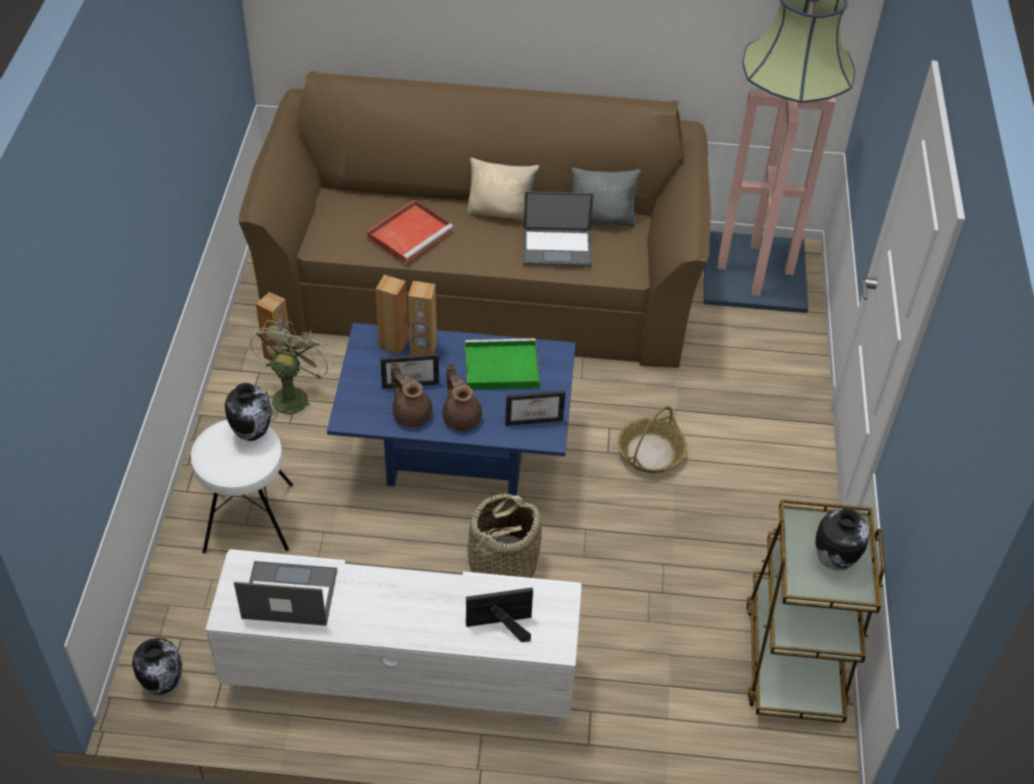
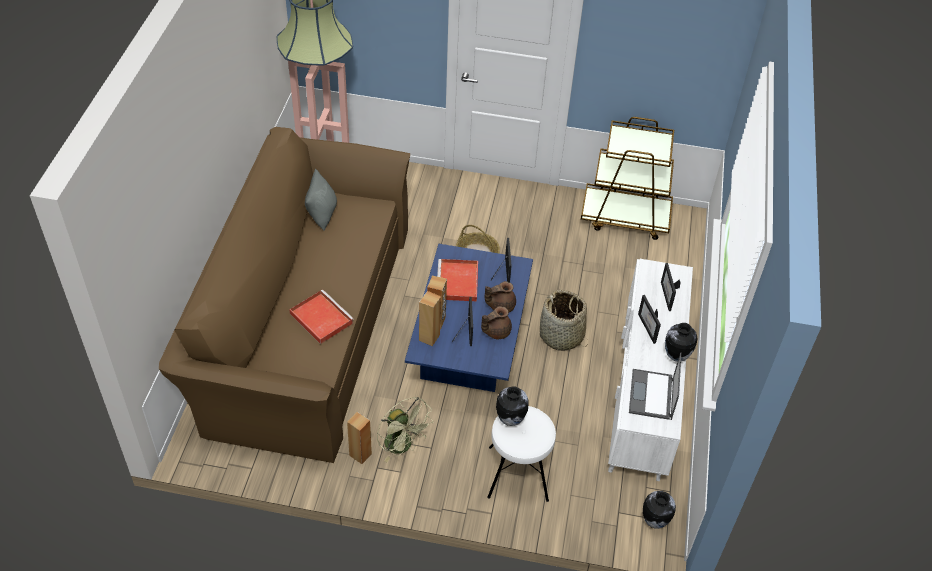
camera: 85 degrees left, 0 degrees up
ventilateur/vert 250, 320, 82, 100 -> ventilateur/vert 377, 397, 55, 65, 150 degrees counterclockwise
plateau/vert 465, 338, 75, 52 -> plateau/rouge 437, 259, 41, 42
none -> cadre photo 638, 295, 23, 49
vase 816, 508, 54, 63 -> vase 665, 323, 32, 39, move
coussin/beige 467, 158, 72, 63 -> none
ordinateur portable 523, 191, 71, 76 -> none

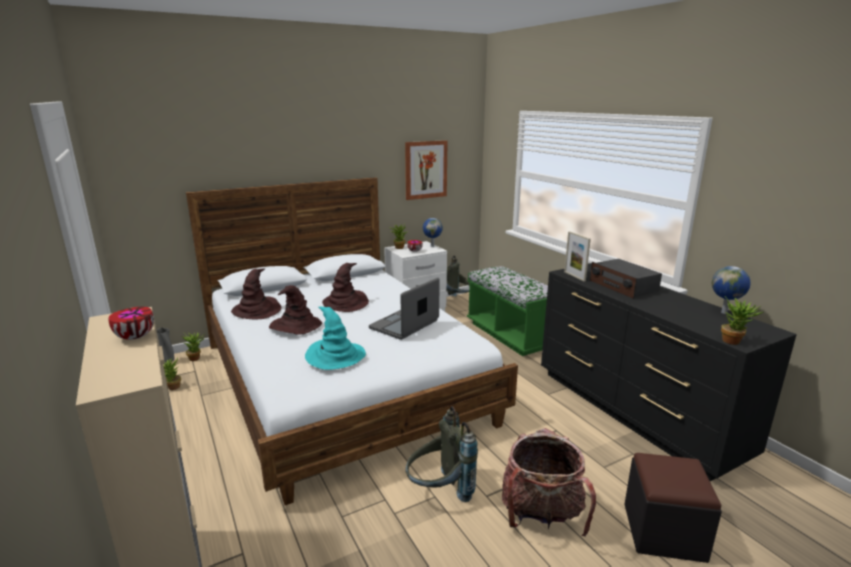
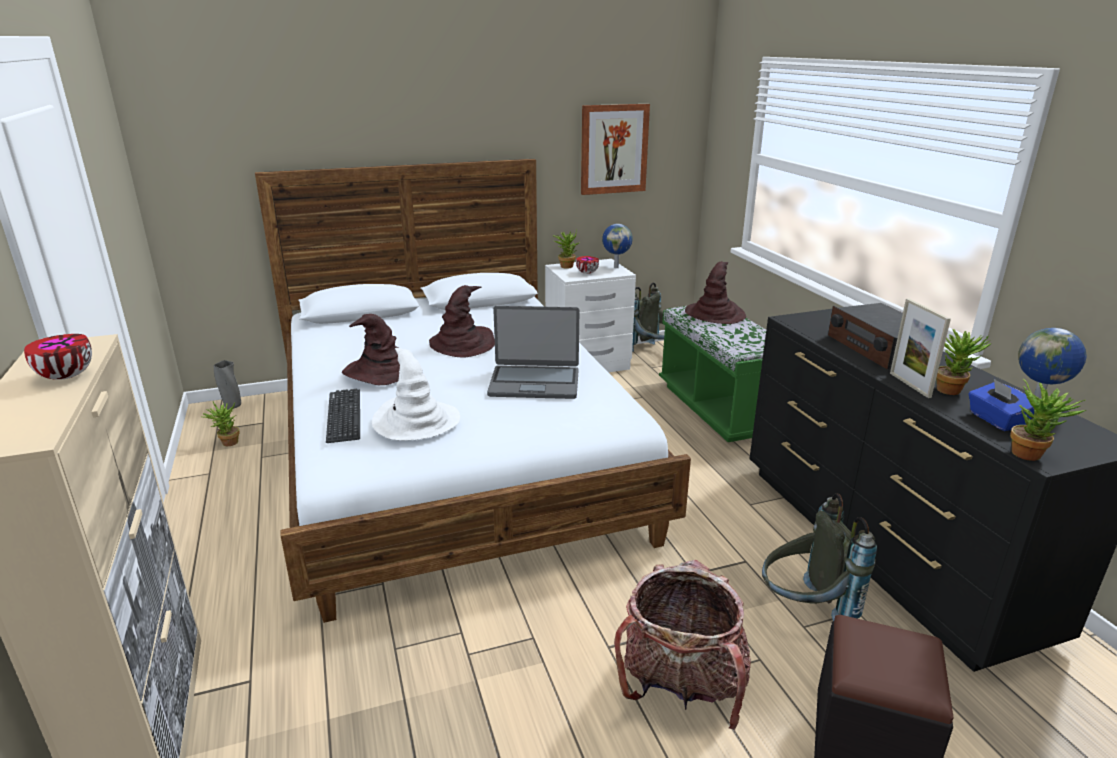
camera: 10 degrees right, 5 degrees up
none -> clavier 326, 389, 34, 54
chapeau/turquoise 305, 307, 61, 63 -> chapeau/blanc 372, 348, 88, 92
ordinateur portable 369, 277, 71, 63 -> ordinateur portable 487, 306, 92, 93, 135 degrees counterclockwise
chapeau/marron 231, 269, 51, 50 -> chapeau/marron 685, 261, 61, 63, move
sac à dos/gris 405, 406, 73, 96 -> sac à dos/gris 762, 493, 115, 128, move
cadre photo 564, 231, 27, 51 -> cadre photo 890, 298, 61, 100, move
plante en pot 182, 333, 23, 28 -> plante en pot 936, 329, 55, 66, move
none -> boîte à mouchoirs/bleu 969, 379, 65, 52

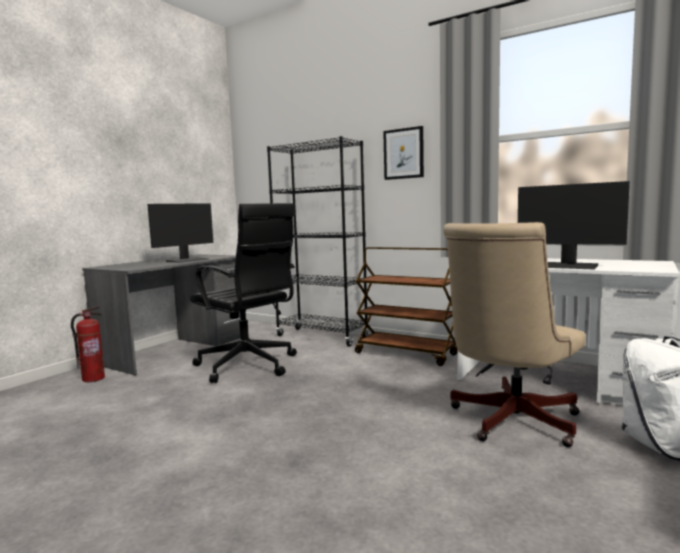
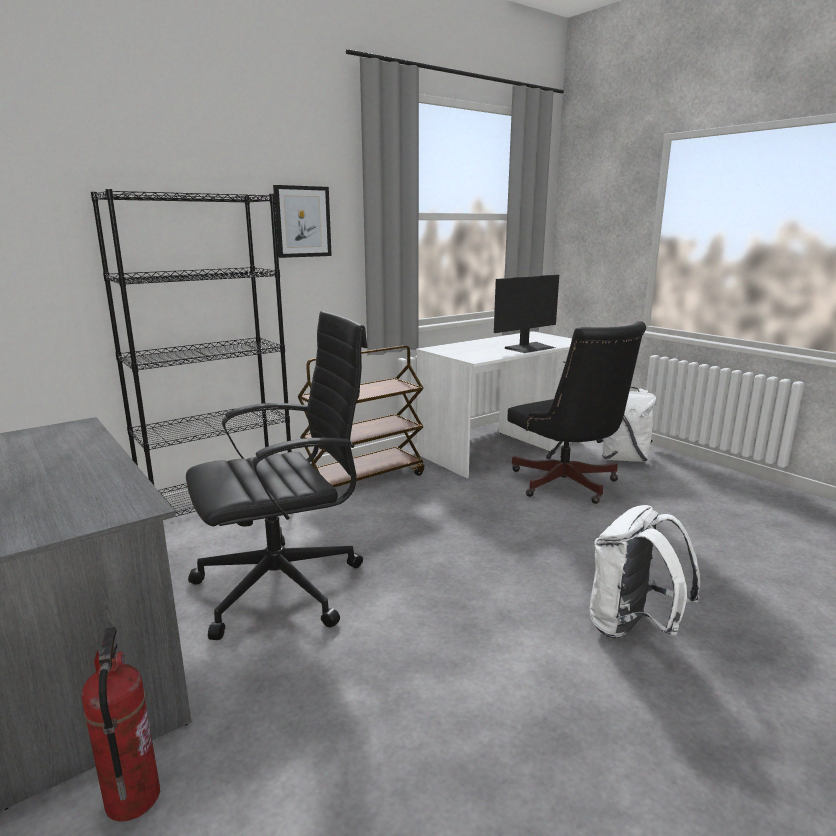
camera: 70 degrees left, 10 degrees up
chaise de bureau/beige 443, 222, 143, 225 -> chaise de bureau/noir 508, 321, 138, 183
none -> sac à dos/blanc 590, 505, 110, 134
écran d'ordinateur 147, 203, 66, 60 -> none

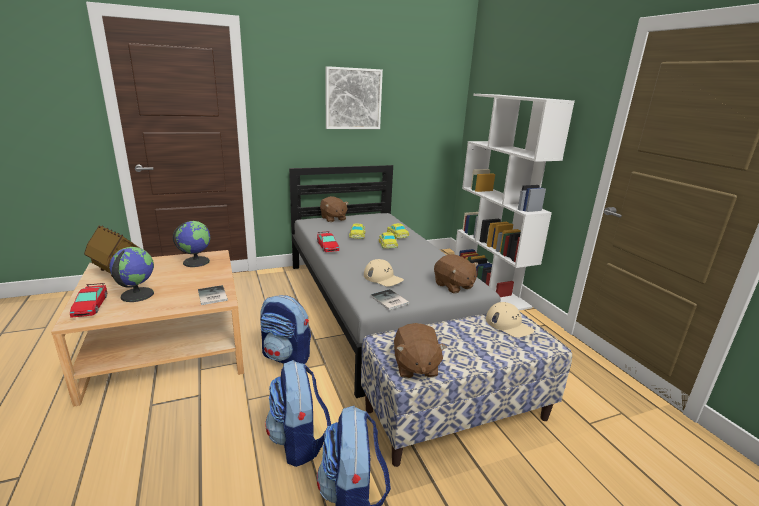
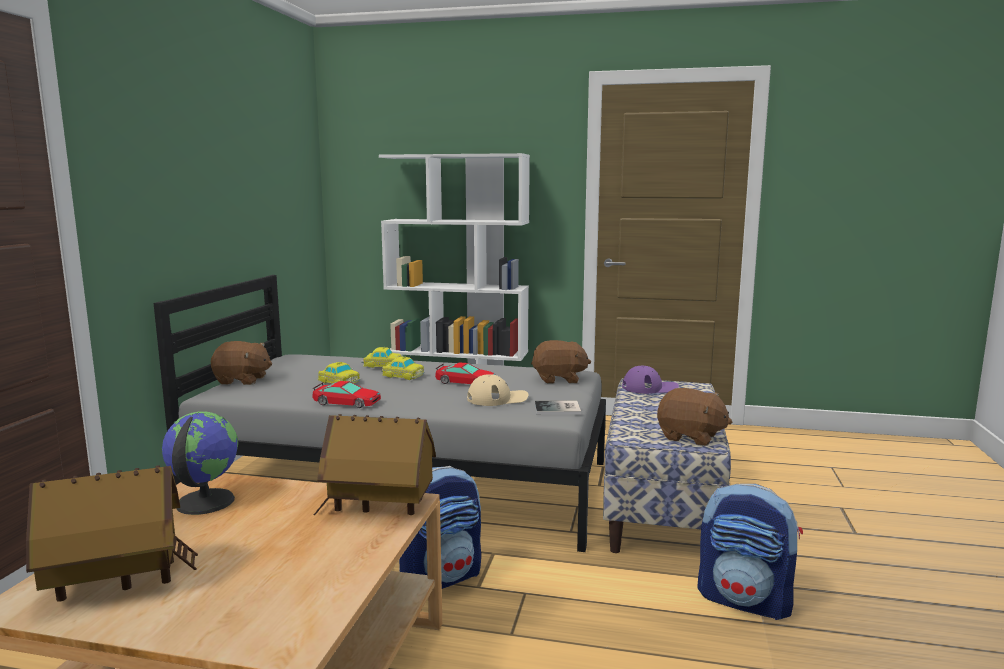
camera: 55 degrees left, 10 degrees down
livre 198, 285, 30, 20 -> maison miniature 314, 414, 122, 101
petite voiture 70, 283, 37, 35 -> petite voiture 435, 363, 61, 21, move
casquette/beige 486, 302, 48, 36 -> casquette/violet 622, 366, 57, 28
globe 110, 247, 44, 55 -> none
sac à dos 265, 360, 66, 107 -> none
tableau 325, 66, 58, 63 -> none

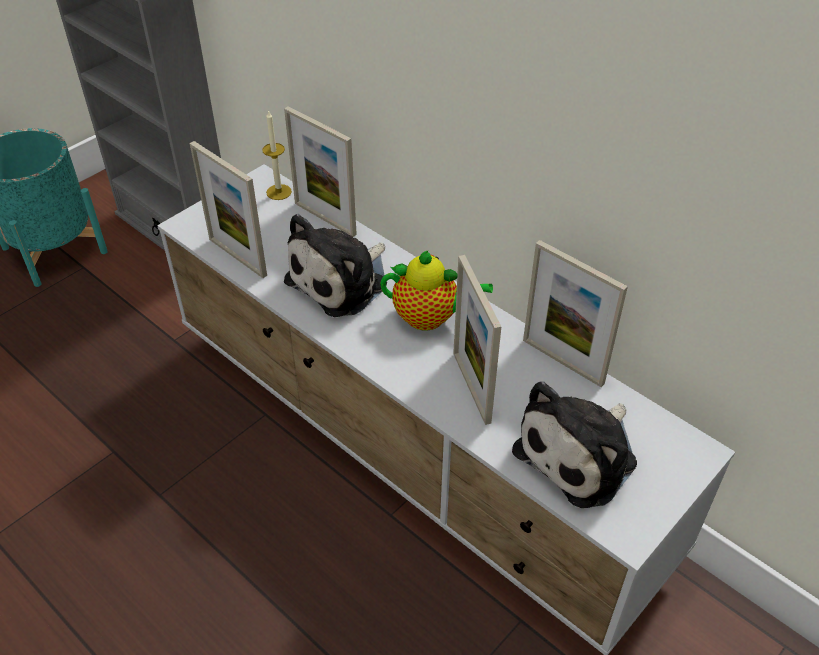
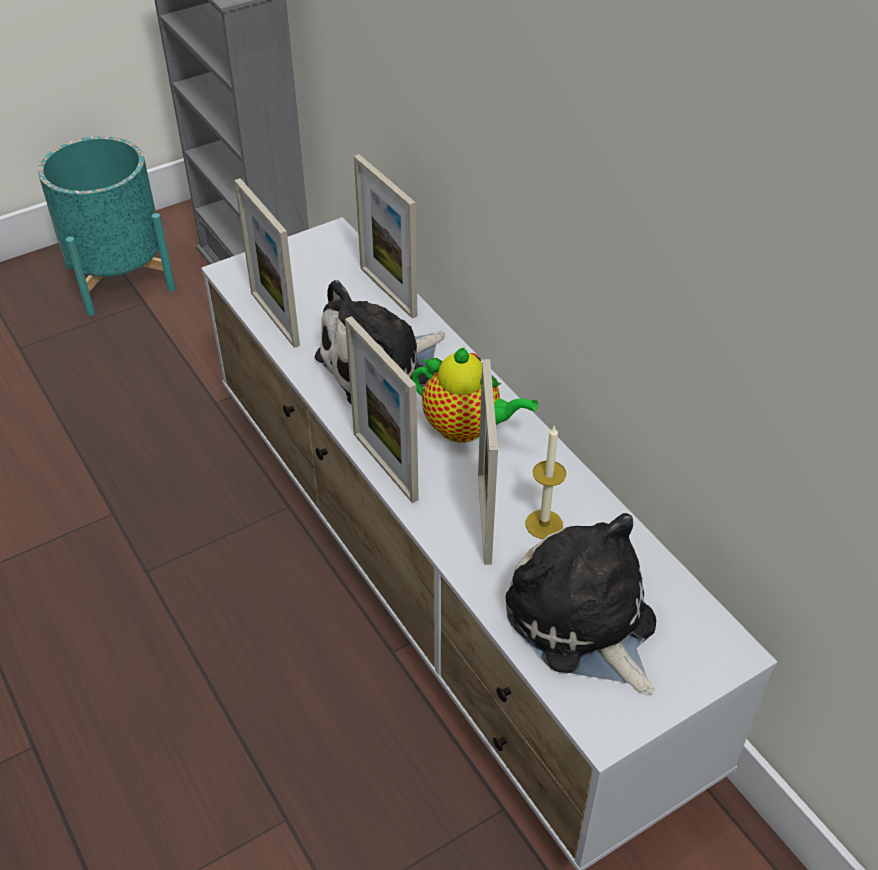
camera: 15 degrees right, 0 degrees up
cadre photo 523, 240, 105, 147 -> cadre photo 345, 316, 74, 187, move
peluche 512, 381, 125, 127 -> peluche 506, 513, 150, 182, 90 degrees clockwise
bougie 262, 110, 30, 90 -> bougie 526, 425, 40, 114, move

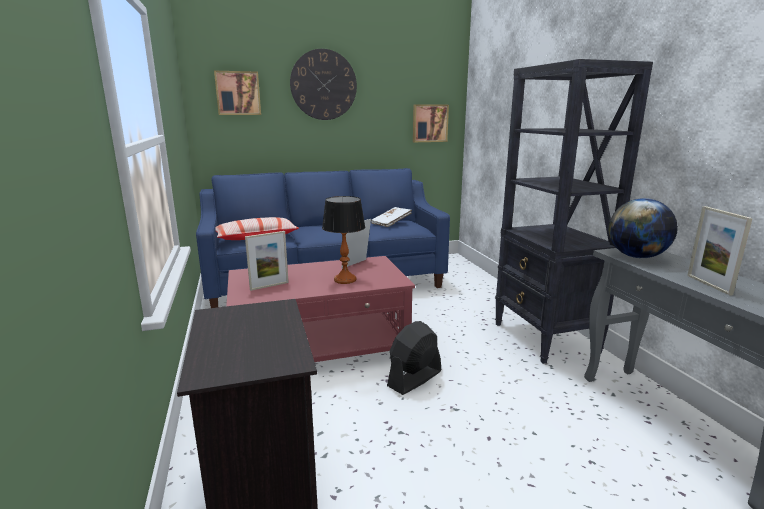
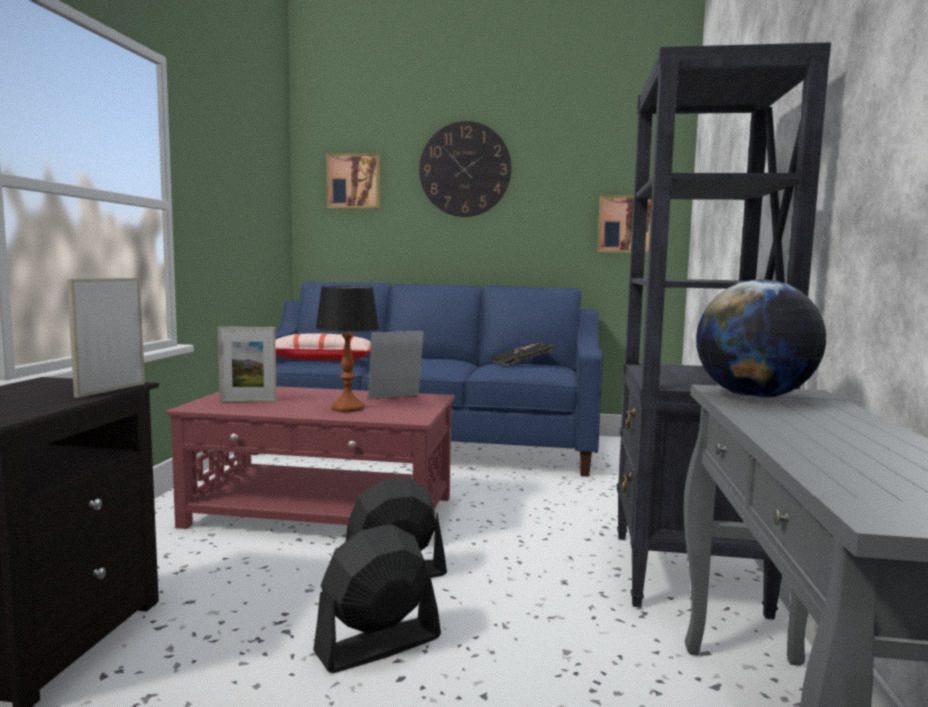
camera: 25 degrees right, 10 degrees down
cadre photo 687, 206, 66, 89 -> cadre photo 67, 278, 78, 120, move
none -> ventilateur/noir 313, 525, 128, 148
livre/blanc 371, 207, 41, 20 -> livre/noir 493, 342, 61, 23

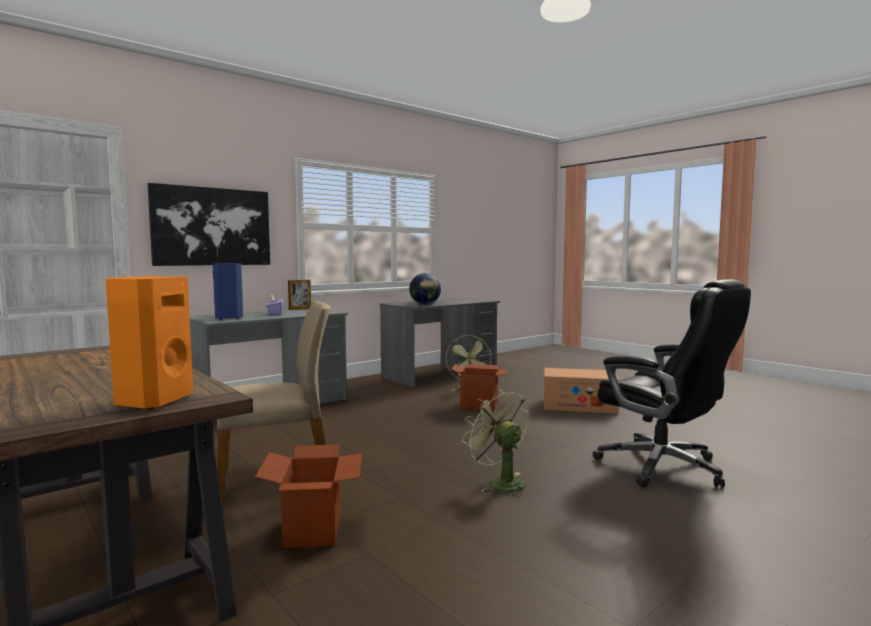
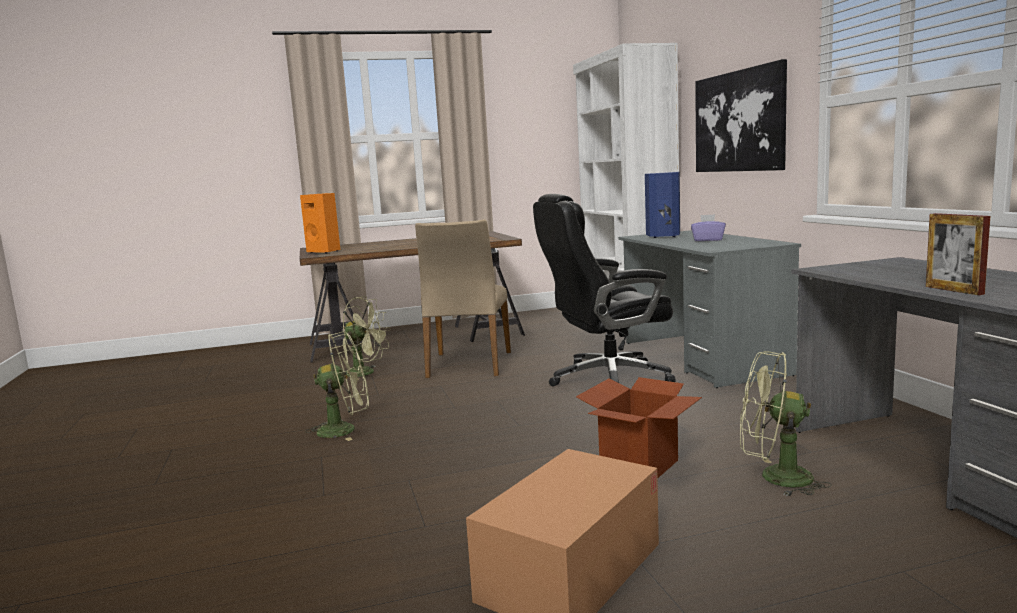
camera: 115 degrees right, 5 degrees up
carton 255, 444, 107, 104 -> ventilateur/vert 343, 296, 47, 84
chaise de bureau/noir 593, 279, 158, 209 -> chaise de bureau/noir 533, 194, 142, 193, move
cadre photo 288, 280, 23, 30 -> cadre photo 926, 213, 64, 82, move
globe 409, 273, 32, 32 -> none

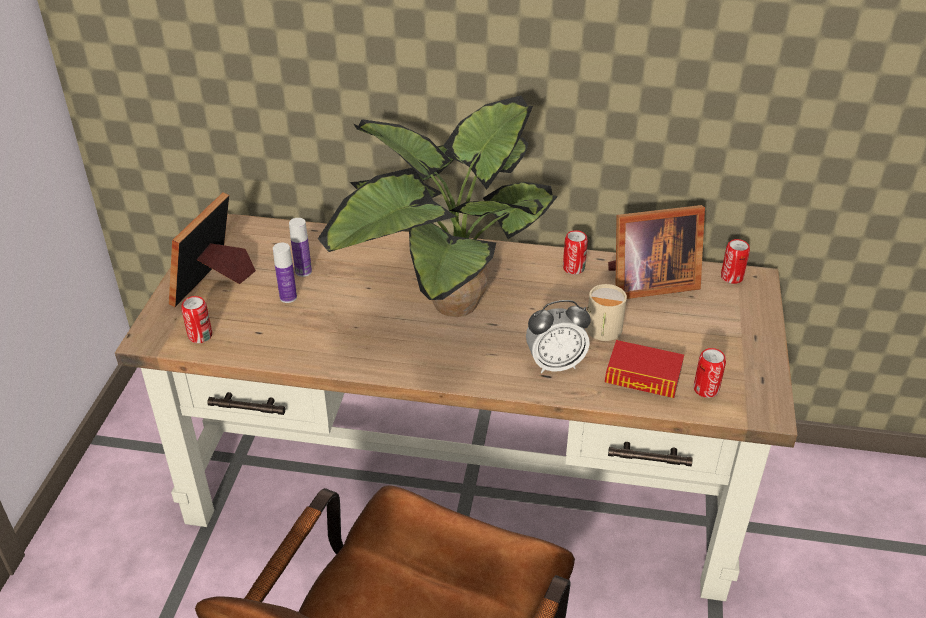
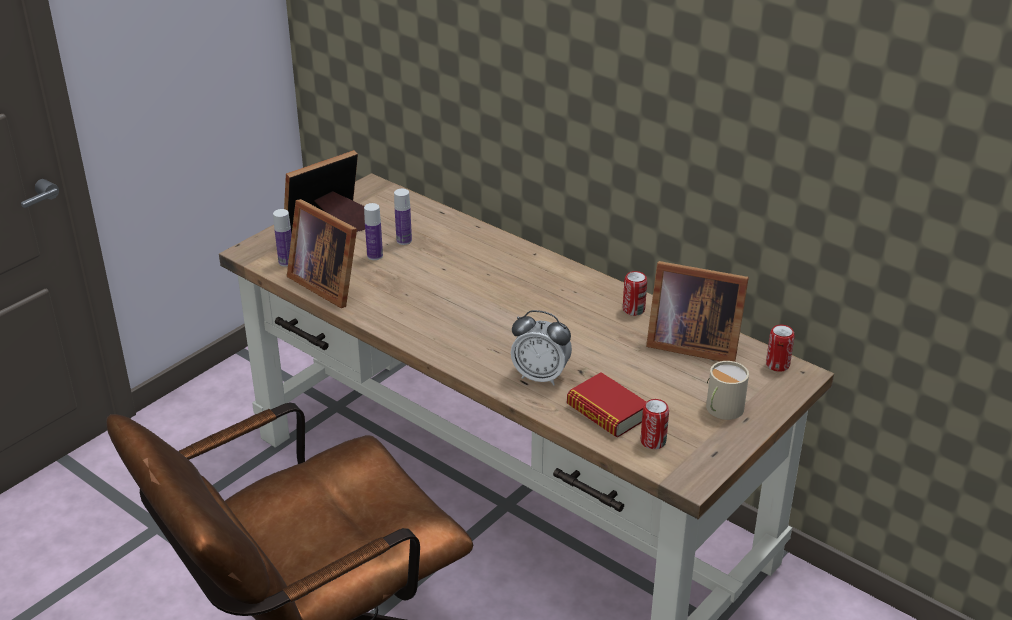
camera: 30 degrees right, 5 degrees down
boîte métallique 181, 296, 31, 47 -> bouteille 273, 209, 19, 58
none -> cadre photo 287, 199, 70, 109
mug/beige 586, 284, 41, 57 -> mug/beige 706, 361, 43, 59, move
plante en pot 318, 95, 240, 222 -> none

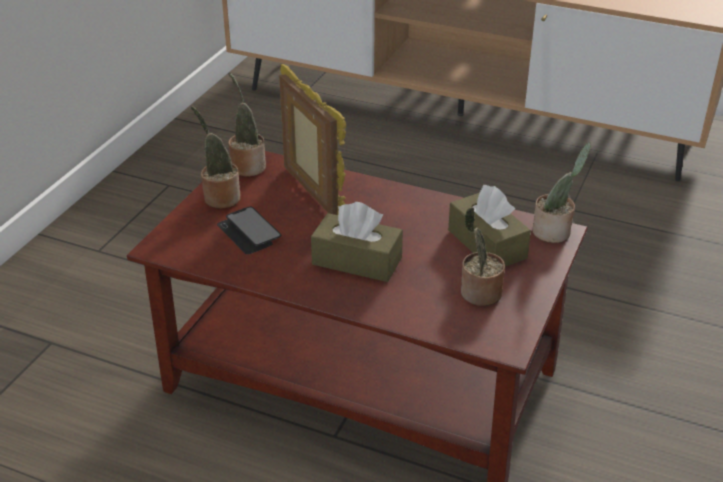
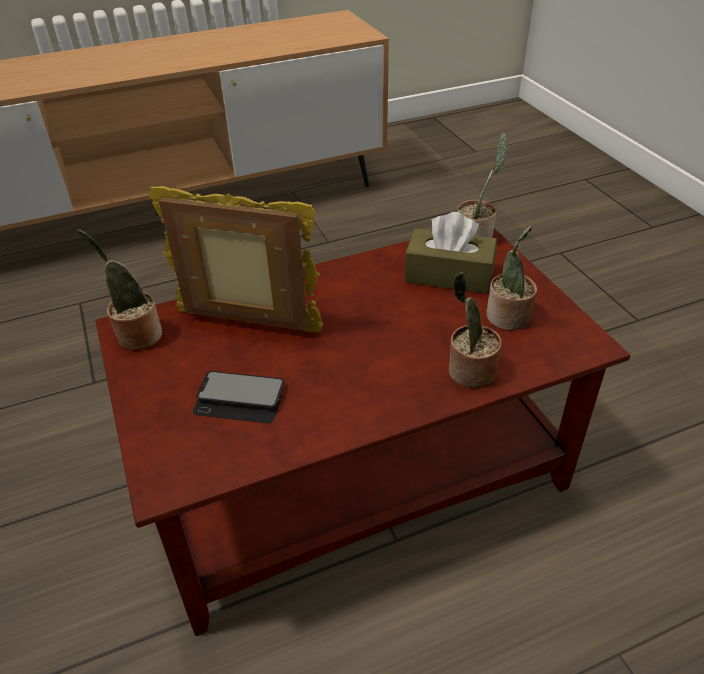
camera: 45 degrees left, 5 degrees up
plante en pot 191, 106, 49, 103 -> plante en pot 449, 272, 53, 117, move
boîte à mouchoirs/marron 311, 202, 92, 80 -> none

